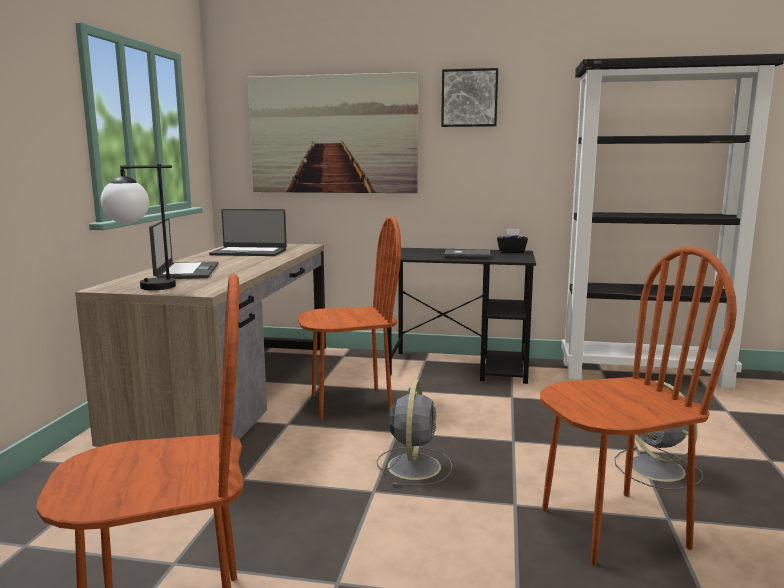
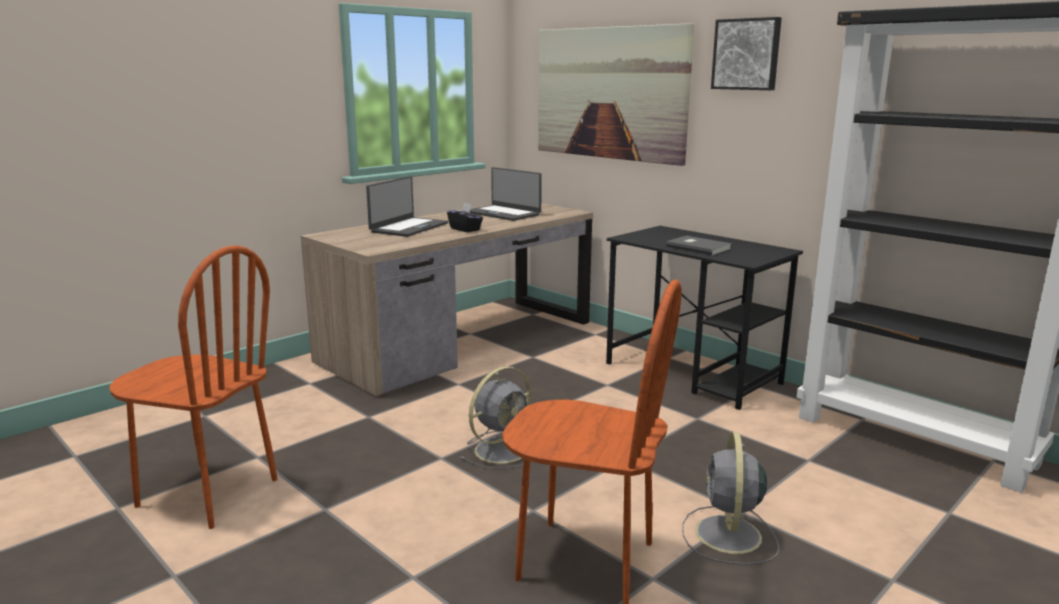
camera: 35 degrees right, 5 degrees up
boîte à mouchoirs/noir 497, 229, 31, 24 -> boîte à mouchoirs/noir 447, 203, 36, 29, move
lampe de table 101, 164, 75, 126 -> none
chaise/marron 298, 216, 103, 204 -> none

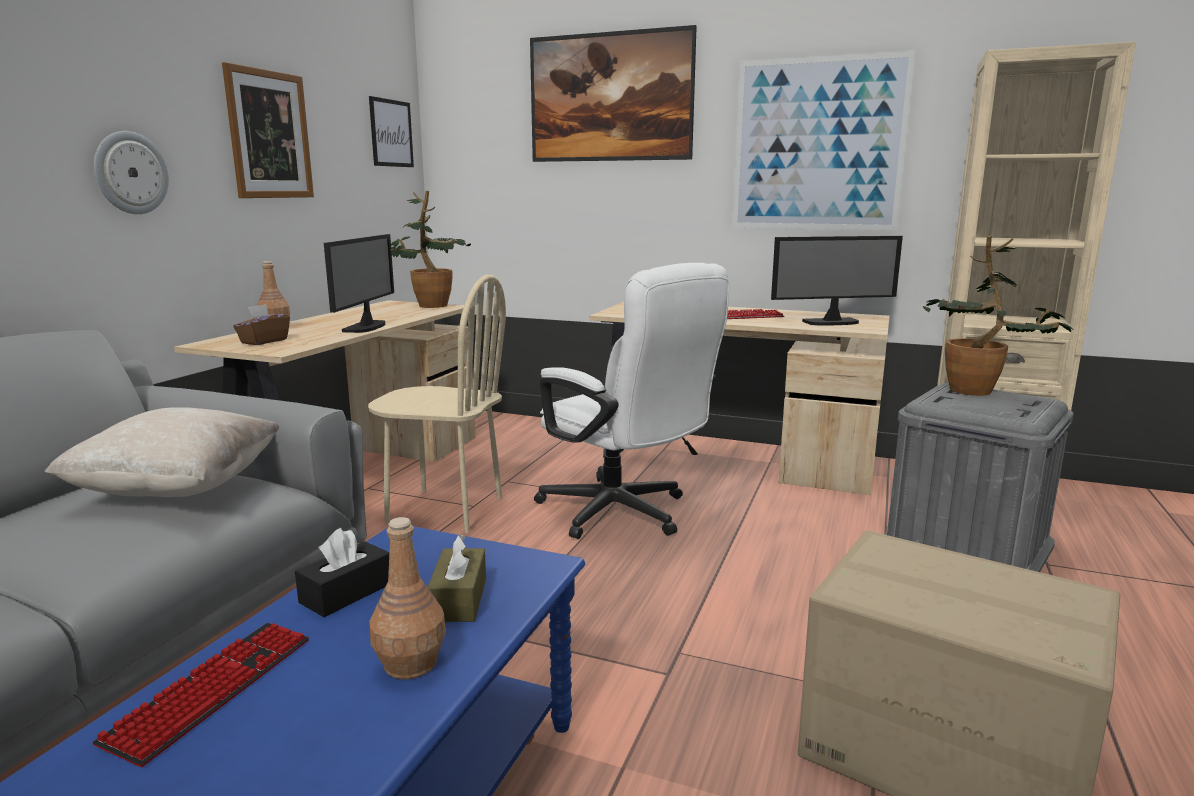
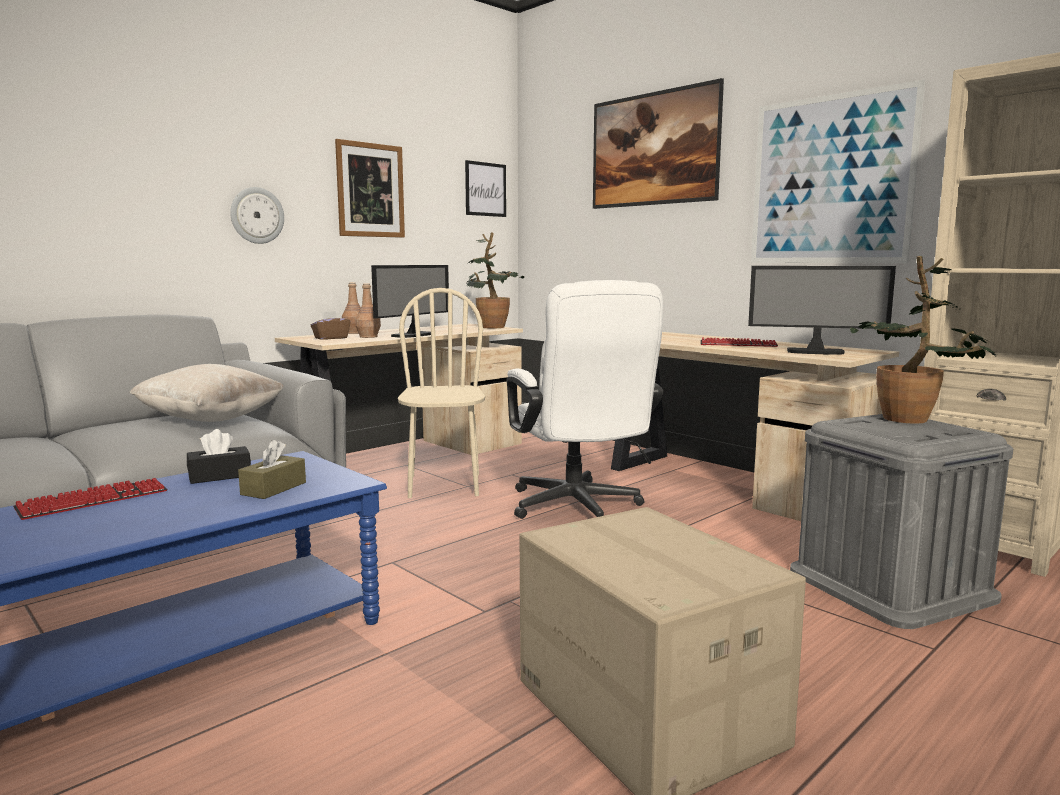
camera: 25 degrees right, 5 degrees down
bouteille/marron 370, 517, 76, 162 -> bouteille/marron 355, 283, 26, 55, move
chaise/beige 368, 275, 138, 258 -> chaise/beige 398, 288, 87, 210, 135 degrees counterclockwise

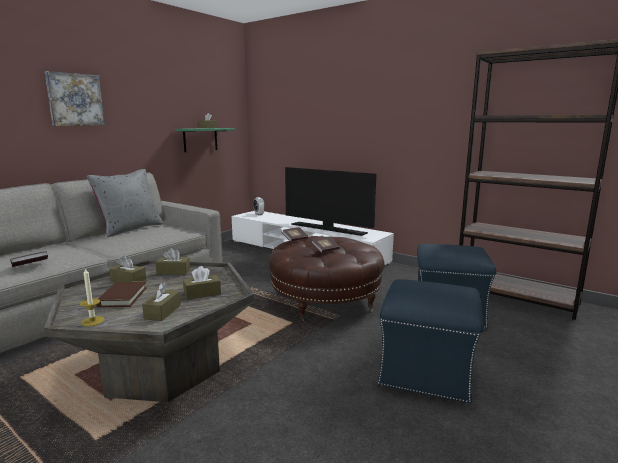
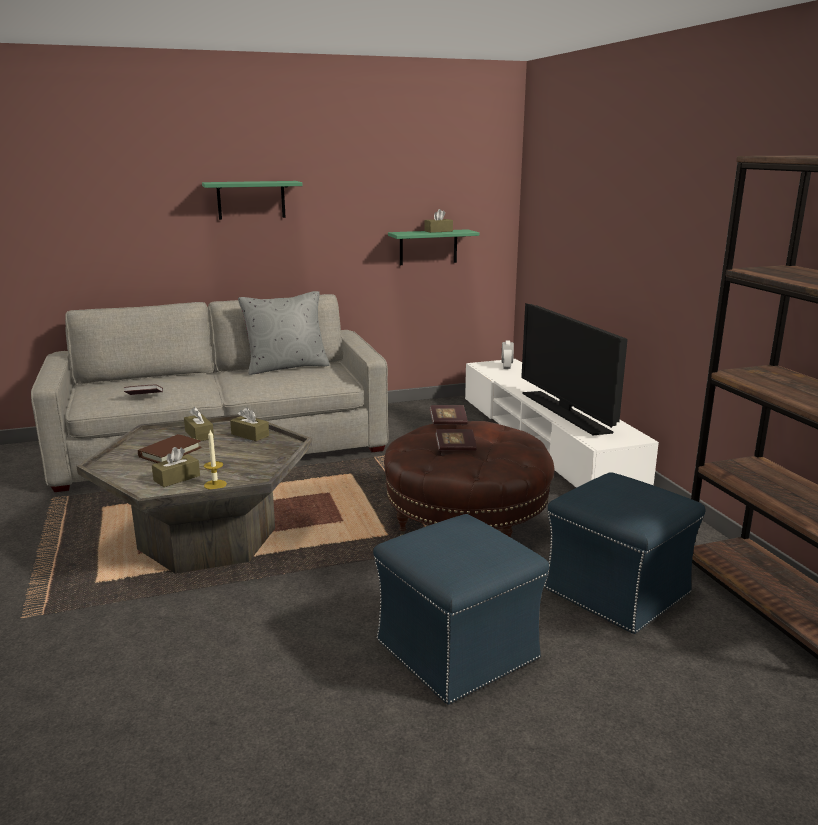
camera: 35 degrees right, 5 degrees up
tableau 45, 71, 60, 55 -> étagère/vert 202, 181, 101, 39
bougie 80, 267, 25, 59 -> bougie 204, 430, 23, 60, move
boîte à mouchoirs/marron 183, 266, 38, 34 -> none

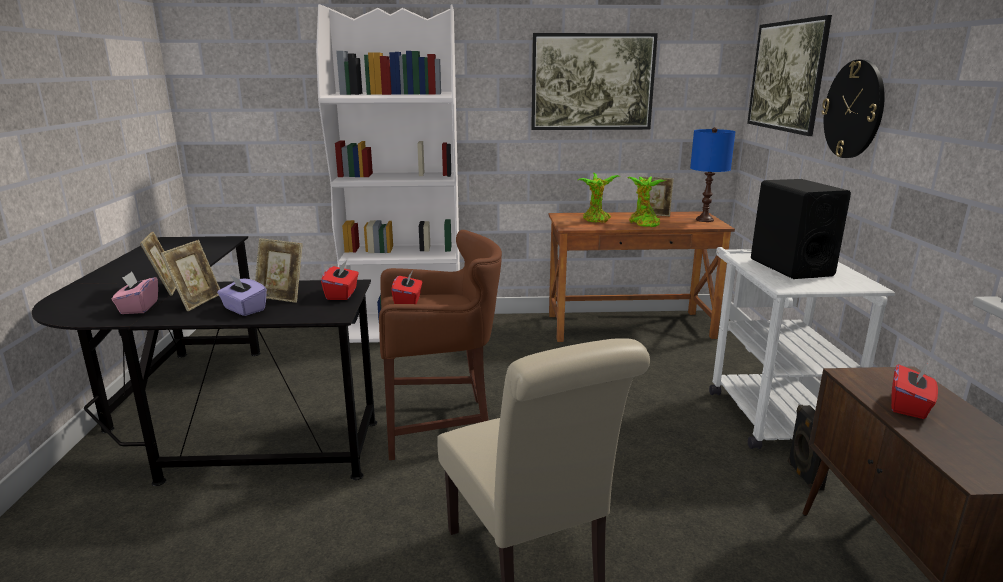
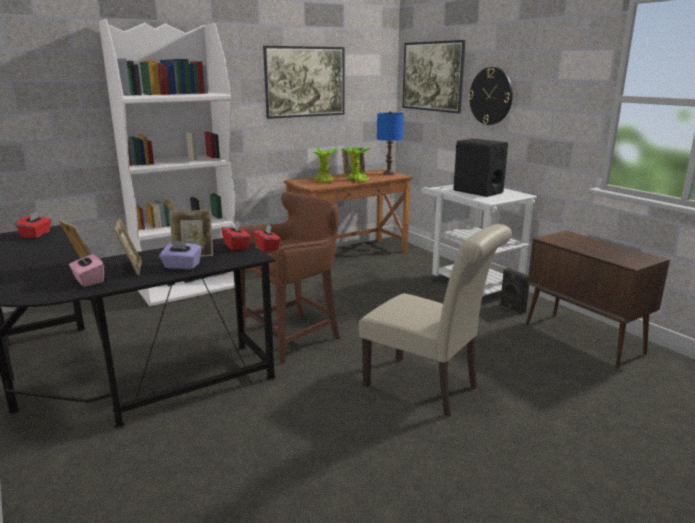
camera: 30 degrees left, 0 degrees up
boîte à mouchoirs/rouge 891, 365, 47, 54 -> boîte à mouchoirs/rouge 15, 211, 36, 27, move

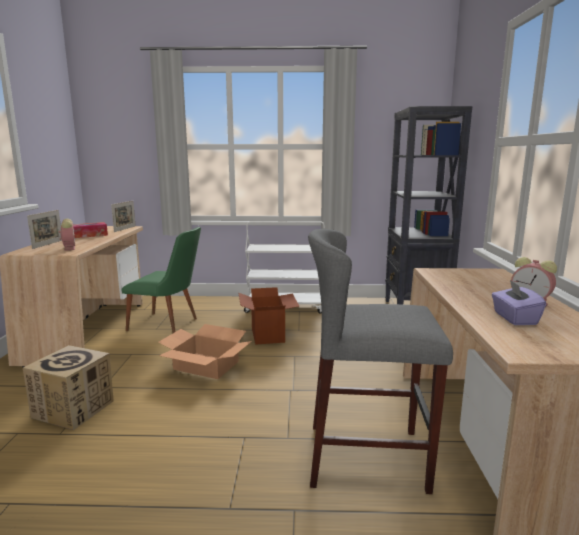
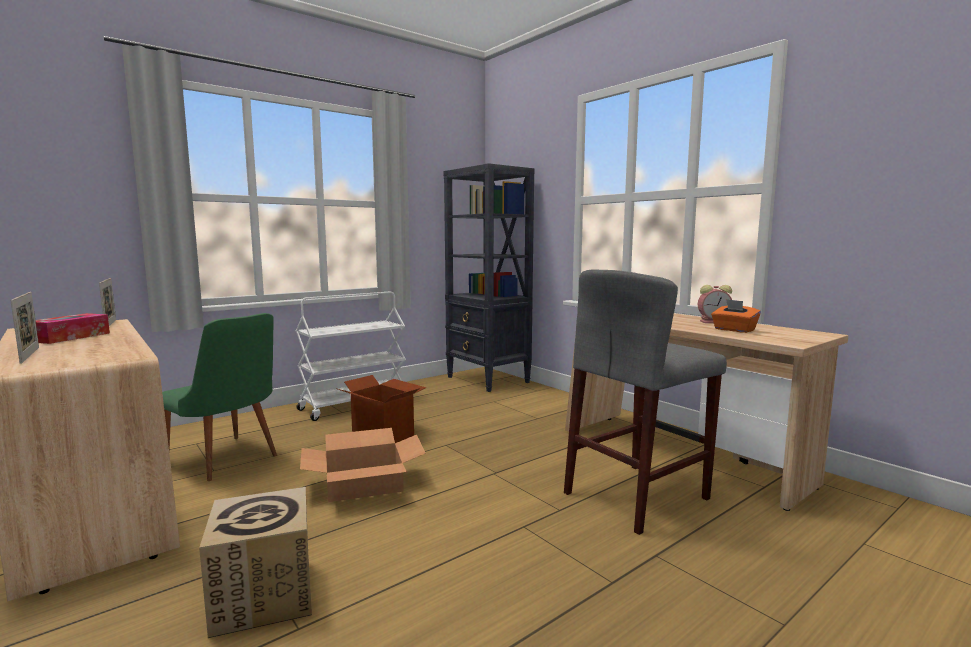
camera: 40 degrees left, 5 degrees down
chaise/vert 122, 227, 79, 106 -> chaise/vert 162, 313, 115, 168, 60 degrees clockwise
boîte à mouchoirs/violet 492, 280, 54, 45 -> boîte à mouchoirs/orange 711, 299, 50, 34
réveil 59, 219, 16, 32 -> none

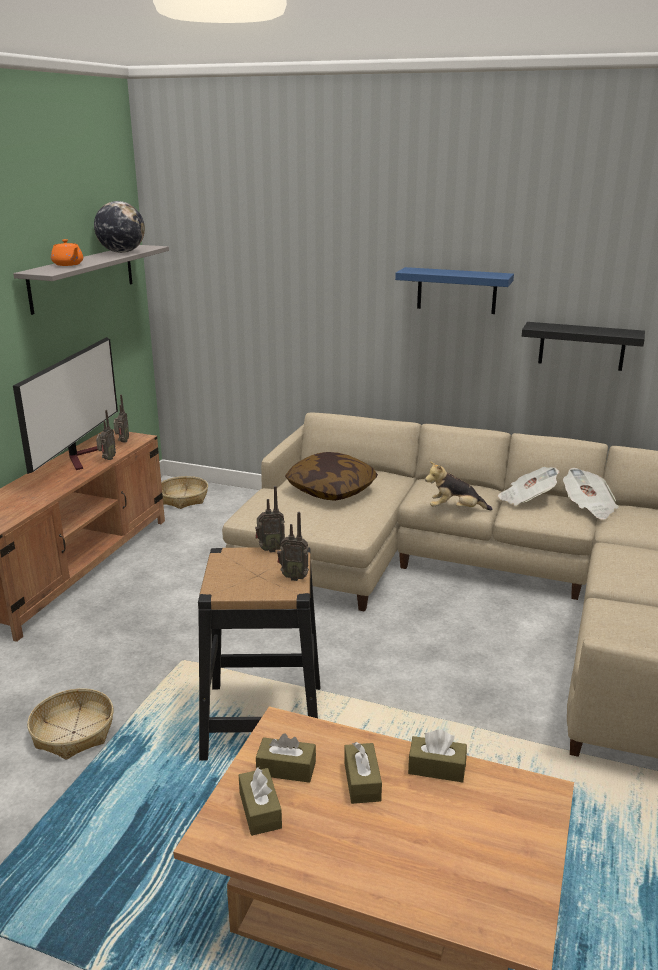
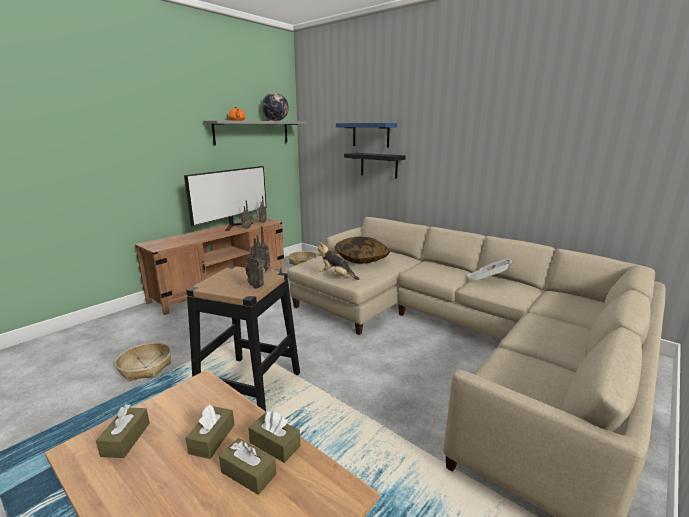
camera: 20 degrees right, 5 degrees down
boîte à mouchoirs/marron 256, 734, 60, 49 -> boîte à mouchoirs/marron 219, 438, 58, 57, move
peluche 425, 461, 67, 50 -> peluche 314, 242, 46, 38, move
étagère/bleu 395, 267, 119, 47 -> étagère/bleu 336, 123, 61, 24, move
étagère/noir 522, 322, 123, 49 -> étagère/noir 344, 153, 62, 26, move
journal 563, 468, 56, 52 -> none

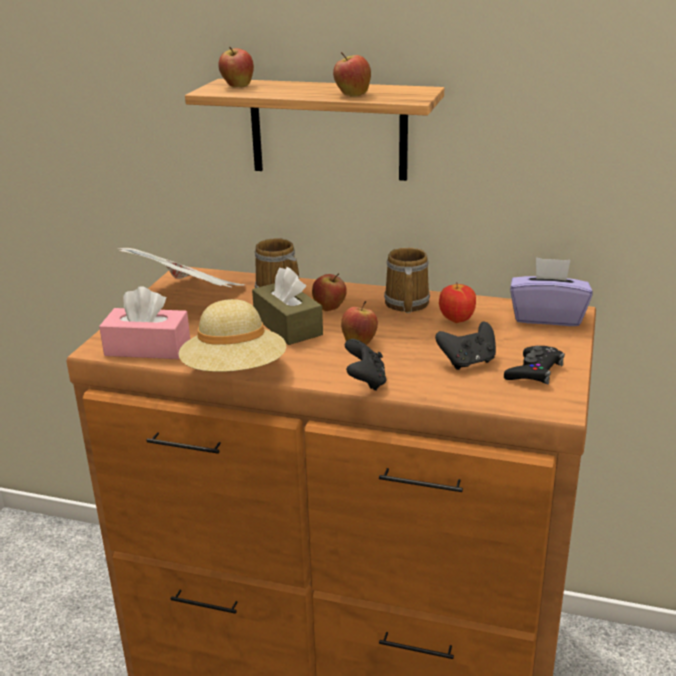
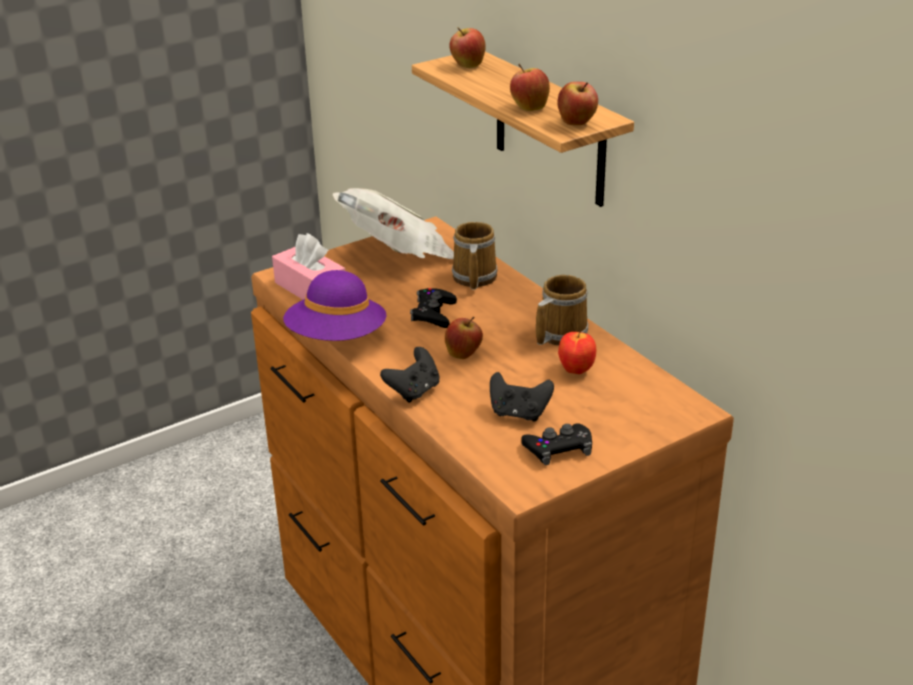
camera: 40 degrees right, 5 degrees up
chapeau/beige 179, 299, 107, 73 -> chapeau/violet 283, 270, 104, 71
boîte à mouchoirs/marron 252, 267, 71, 78 -> manette/noir 410, 288, 47, 40
pomme 312, 273, 35, 38 -> pomme 557, 82, 41, 44, move
boîte à mouchoirs/violet 510, 257, 83, 69 -> none

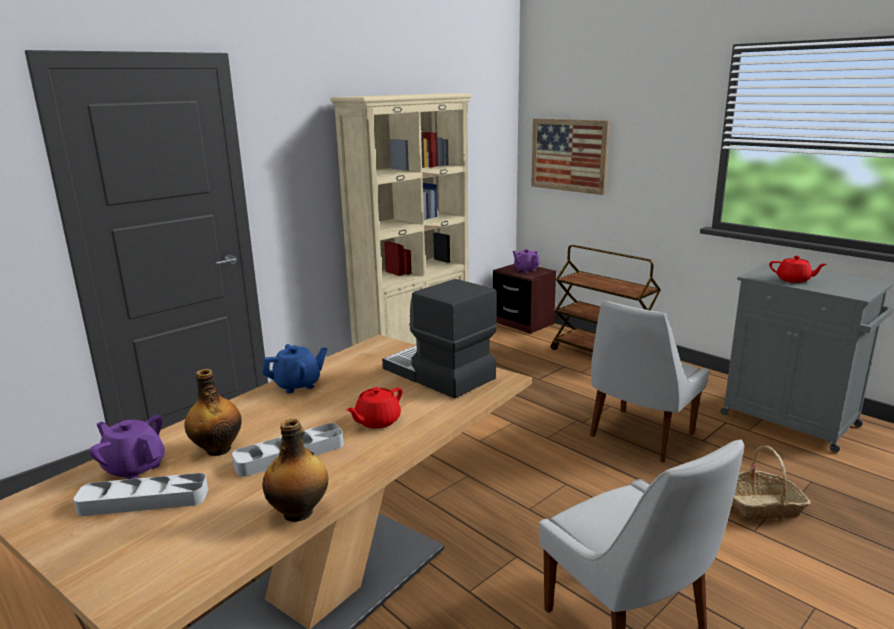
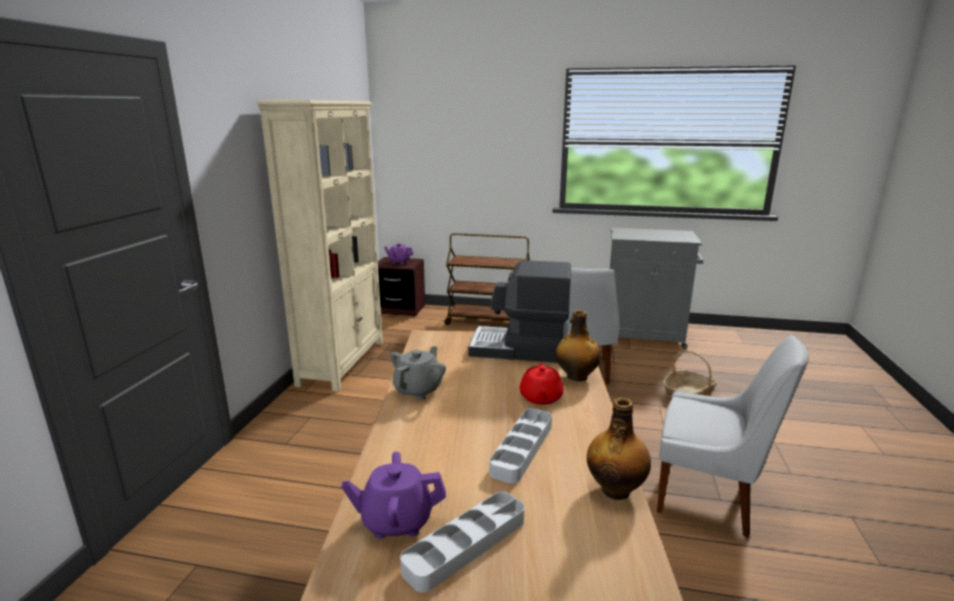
camera: 35 degrees left, 0 degrees up
théière/bleu 262, 344, 65, 49 -> théière/gris 390, 346, 56, 54
bouteille 184, 369, 58, 87 -> bouteille 555, 310, 46, 71, move
tableau 531, 118, 79, 77 -> none
théière/rouge 769, 256, 58, 27 -> none

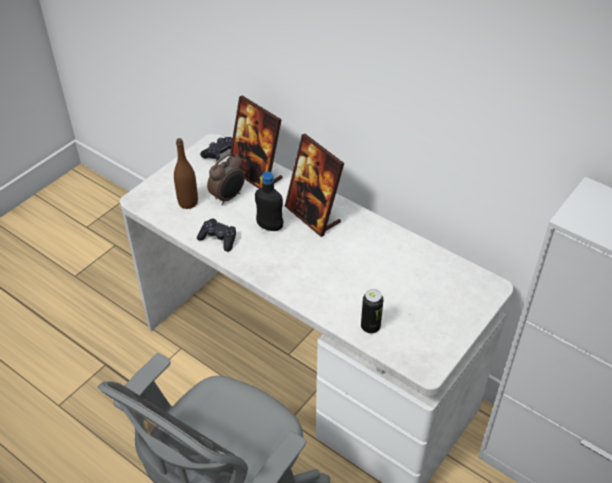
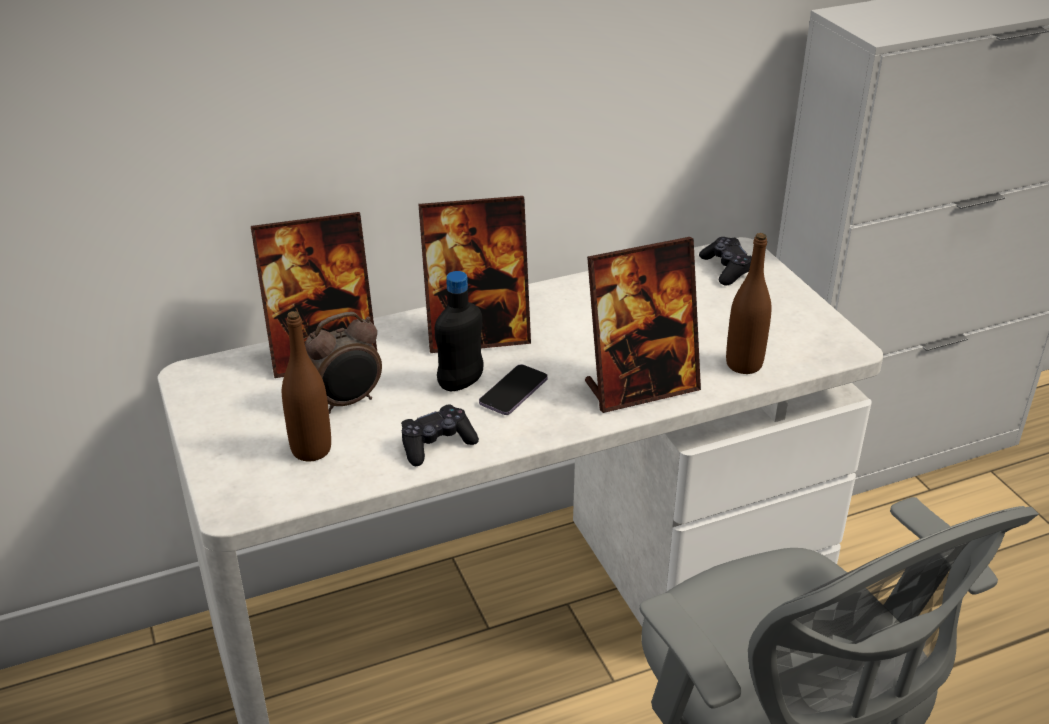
camera: 60 degrees left, 10 degrees down
réveil 207, 153, 38, 53 -> réveil 305, 312, 77, 102, 75 degrees clockwise
none -> téléphone 479, 364, 69, 51
none -> cadre photo 585, 237, 116, 176
manette/noir 200, 137, 32, 24 -> manette/noir 699, 237, 53, 48, move
boîte métallique 361, 289, 22, 45 -> bouteille/marron 726, 233, 45, 141

